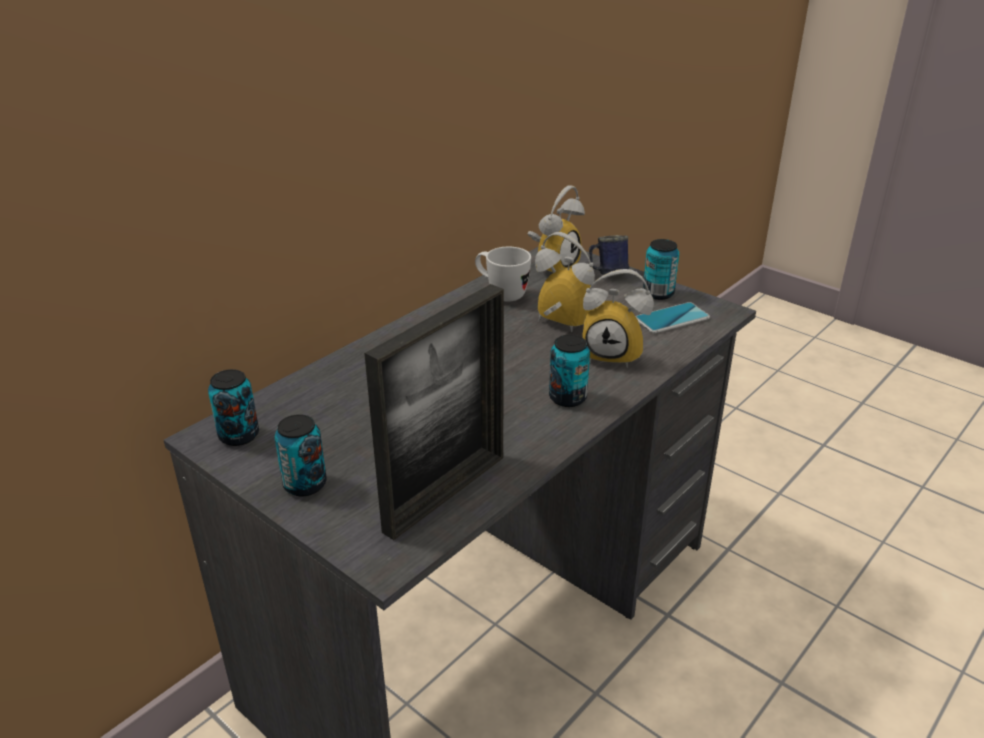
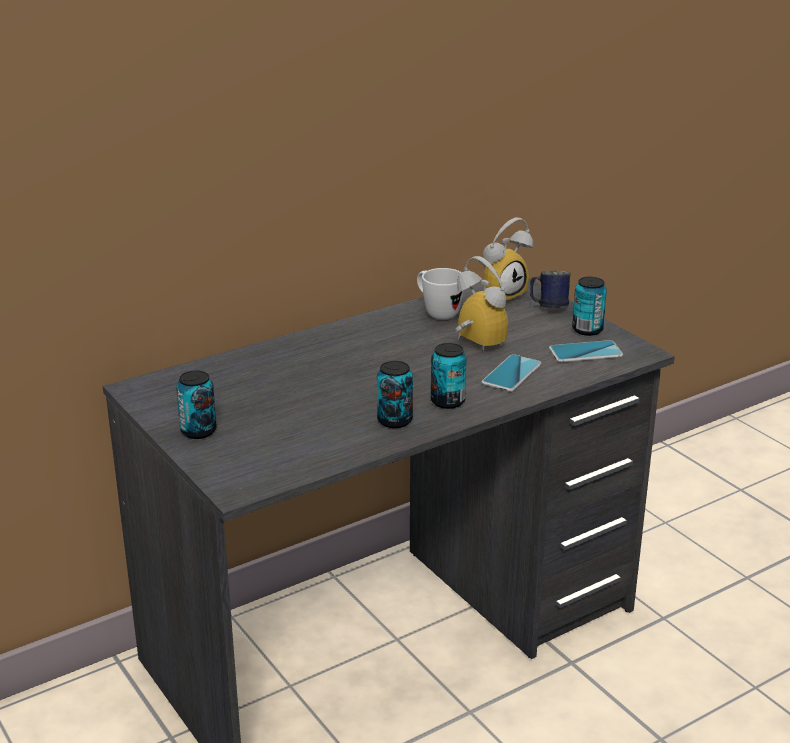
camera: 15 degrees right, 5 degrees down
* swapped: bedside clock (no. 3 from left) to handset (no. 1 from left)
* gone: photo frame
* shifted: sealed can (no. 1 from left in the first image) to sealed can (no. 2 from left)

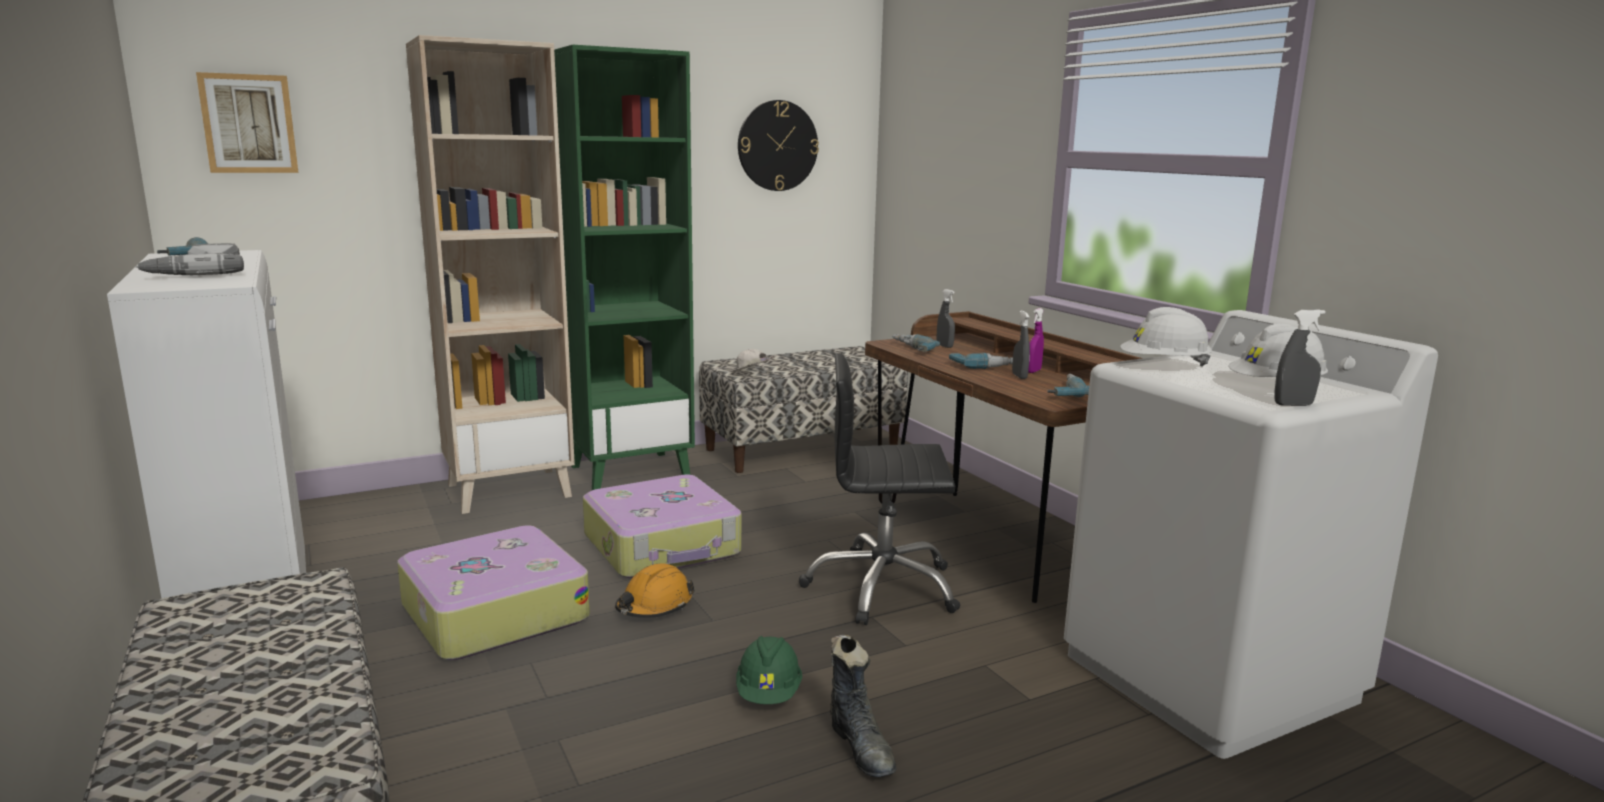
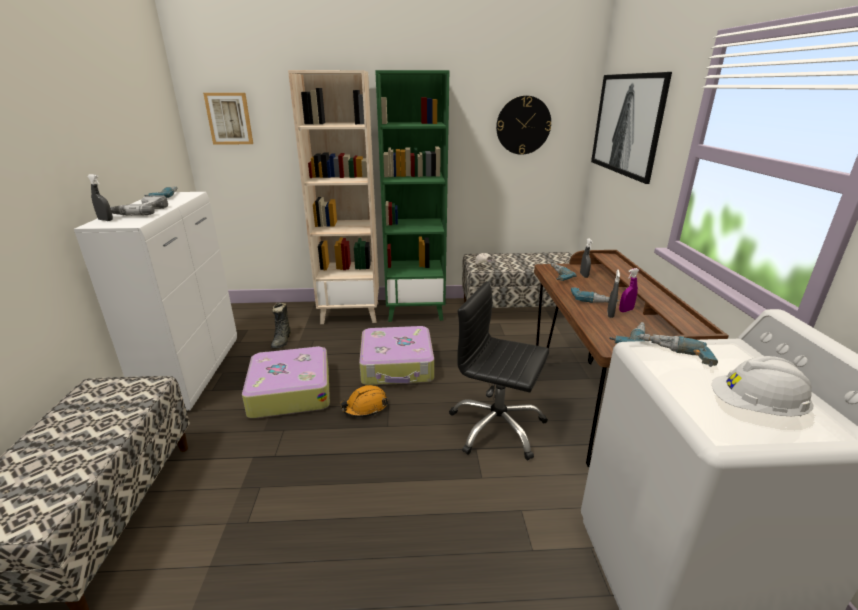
camera: 25 degrees right, 10 degrees up
* swapped: whitish safety helmet (no. 1 from left) to electric drill (no. 6 from left)
* shifted: gray sprayer (no. 3 from left in the first image) to gray sprayer (no. 1 from left)
* shifted: black high-top boot
* gone: green safety helmet
* new: wall art (no. 2 from left)

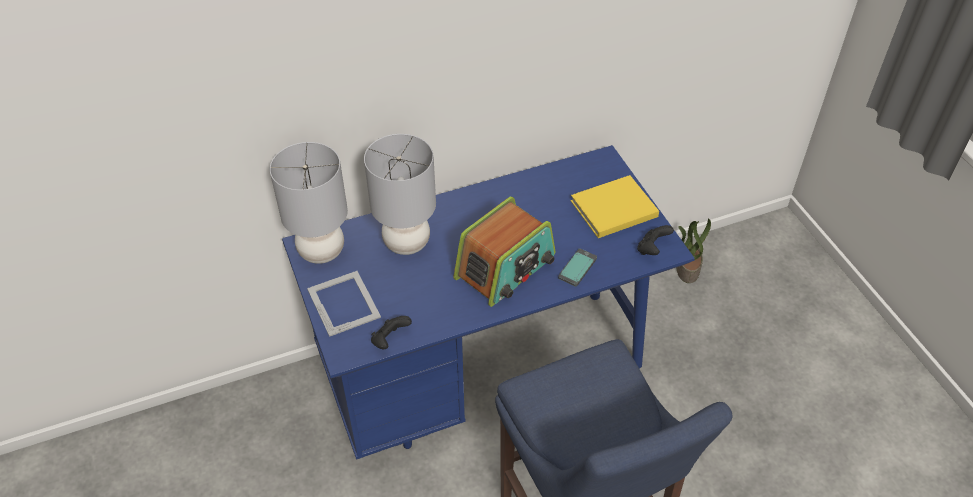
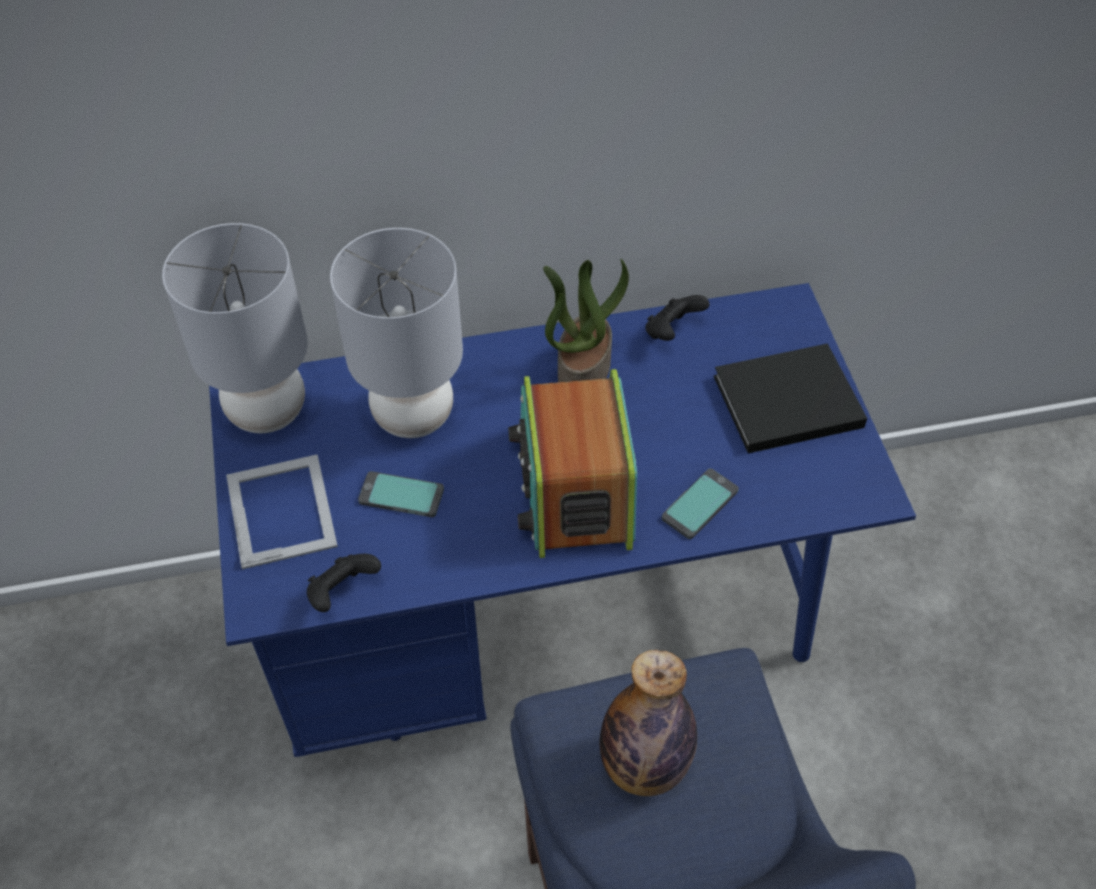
camera: 10 degrees right, 5 degrees up
* repainted: yellowish volume to black volume
* rotated: radio set 120 degrees clockwise
* shifted: plant in a pot
* shifted: black game controller (no. 2 from left)
* new: handset (no. 1 from left)
* new: beverage bottle

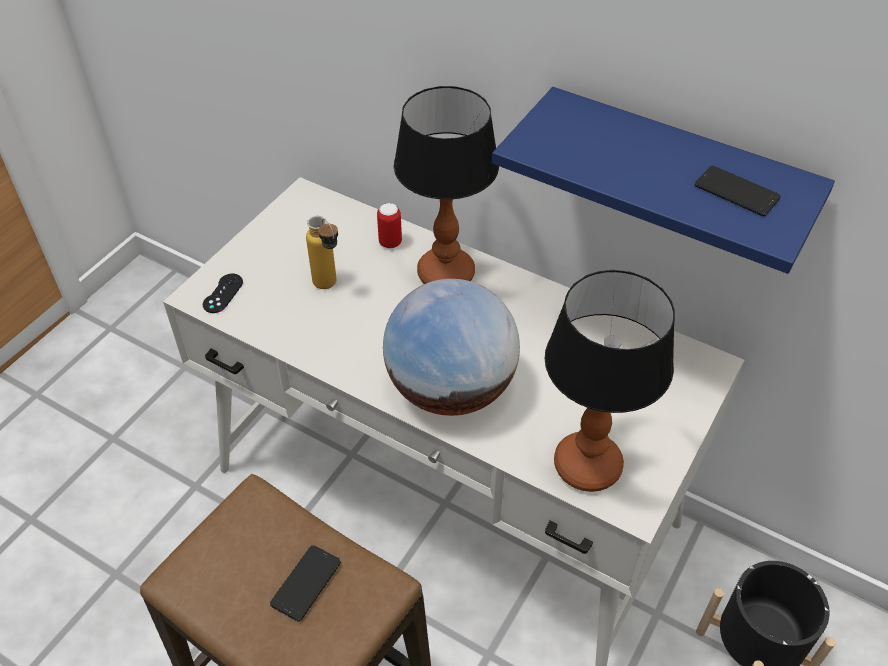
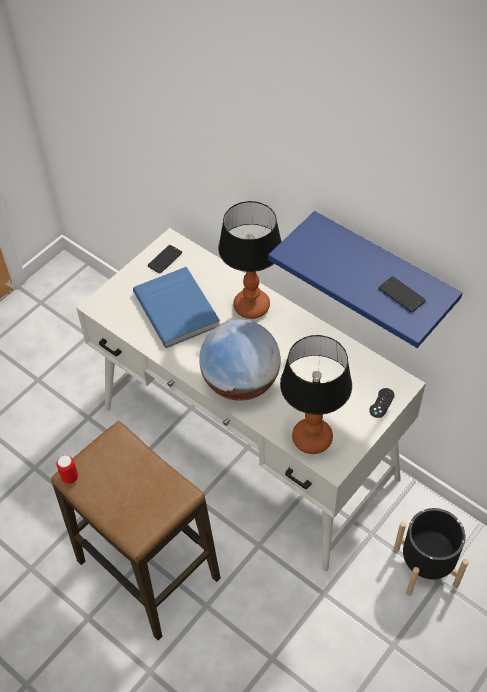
camera: 10 degrees right, 5 degrees up
* shifted: sealed can
* swapped: beverage bottle to blue-coloured volume
* shifted: black game controller
* shifted: handset (no. 1 from left)

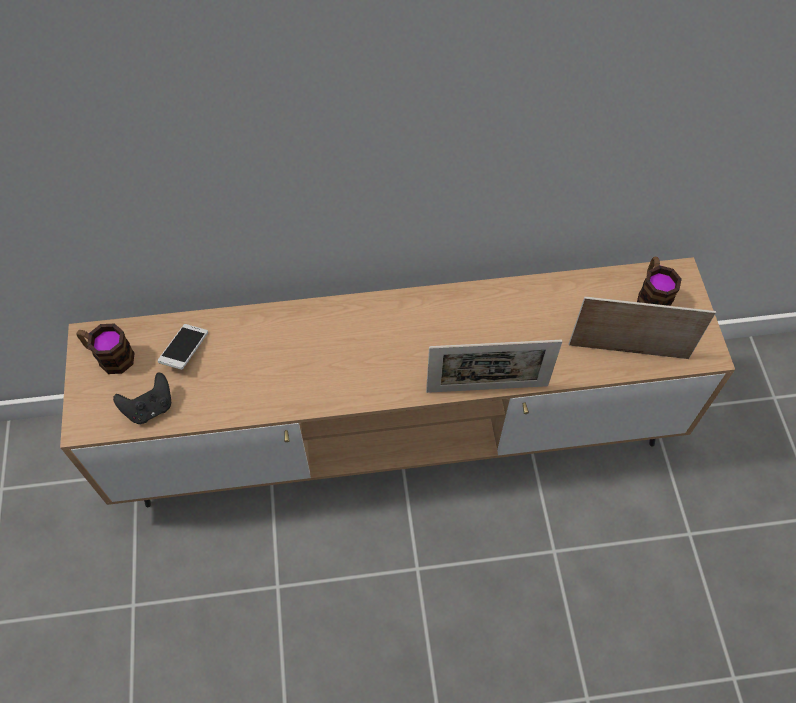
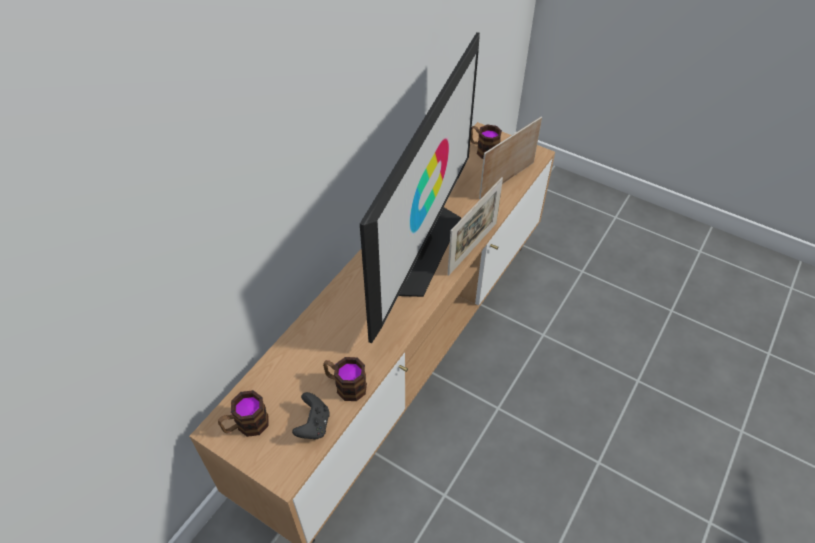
camera: 50 degrees left, 10 degrees down
* gone: handset
* new: TV
* new: coffee mug (no. 2 from left)

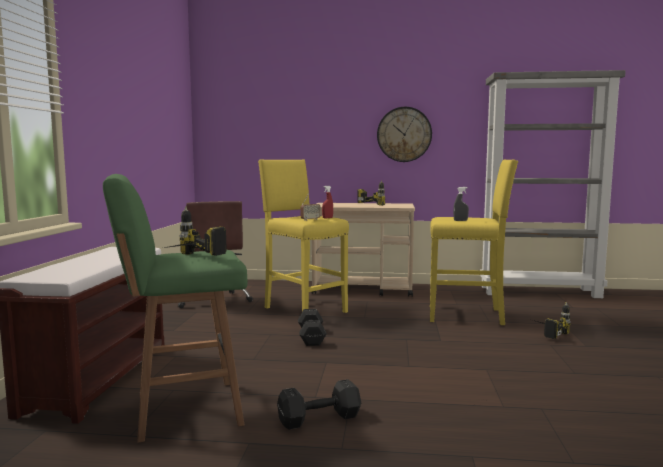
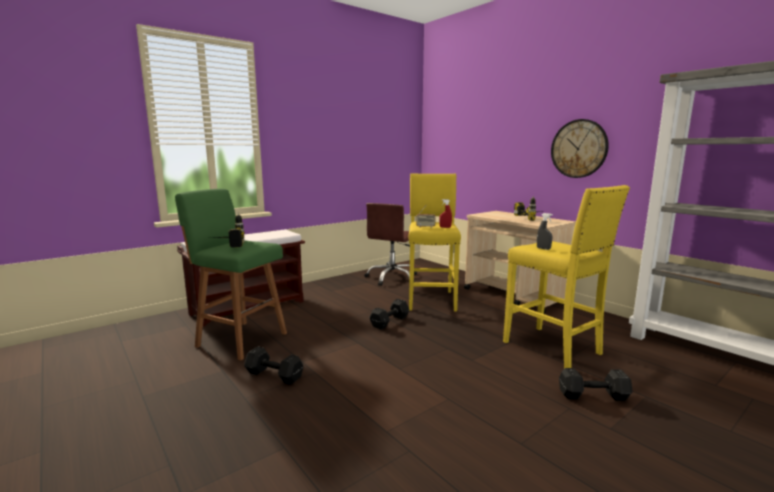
camera: 45 degrees right, 5 degrees up
* swapped: electric drill (no. 3 from left) to black dumbbell (no. 3 from left)

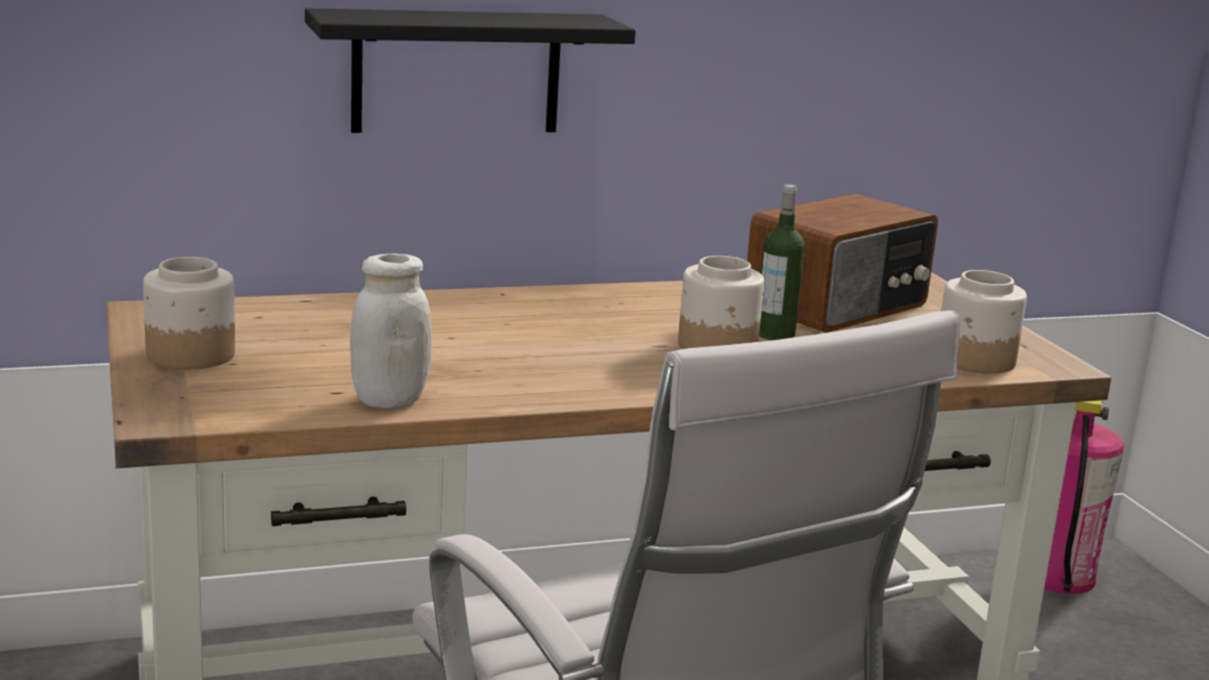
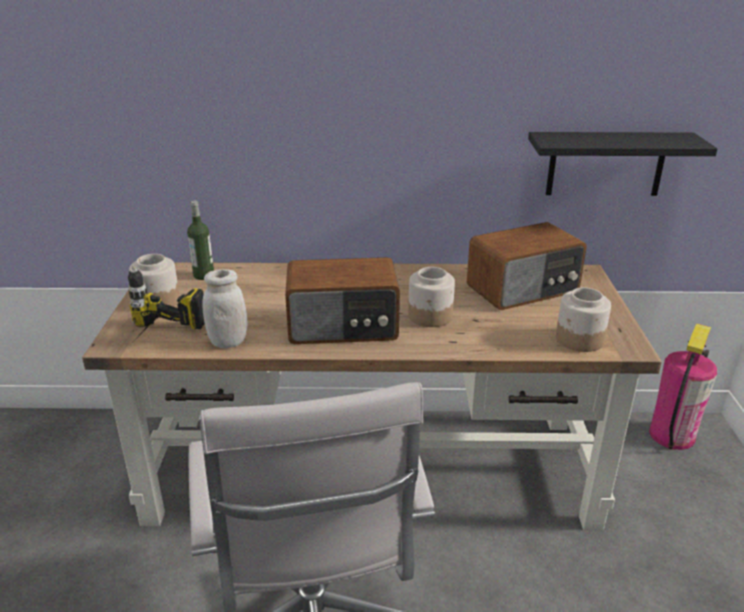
camera: 20 degrees right, 10 degrees up
* shifted: black shelf
* shifted: beverage bottle
* new: radio set (no. 1 from left)
* new: electric drill

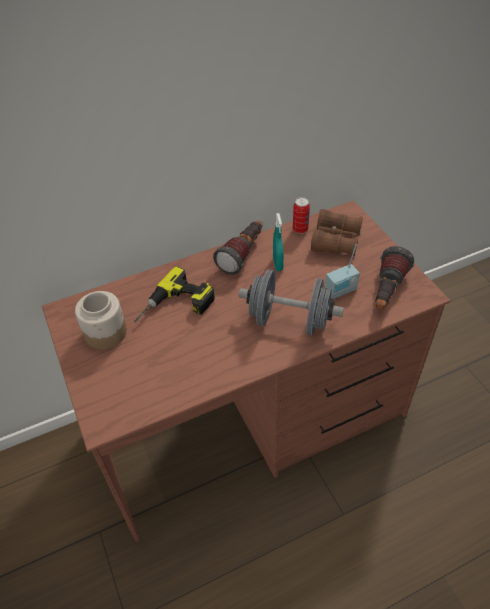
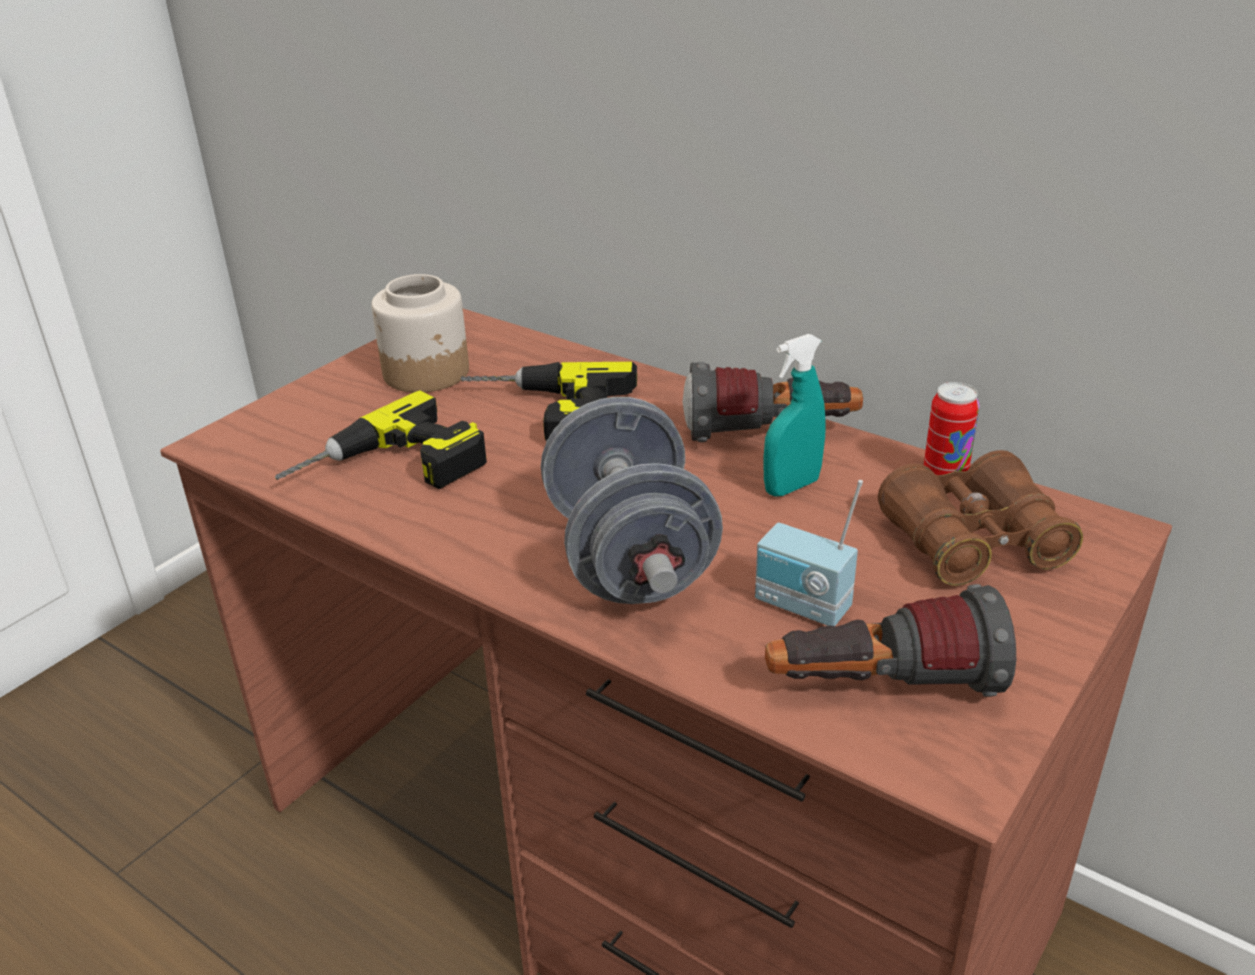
camera: 60 degrees right, 15 degrees down
* new: electric drill (no. 1 from left)

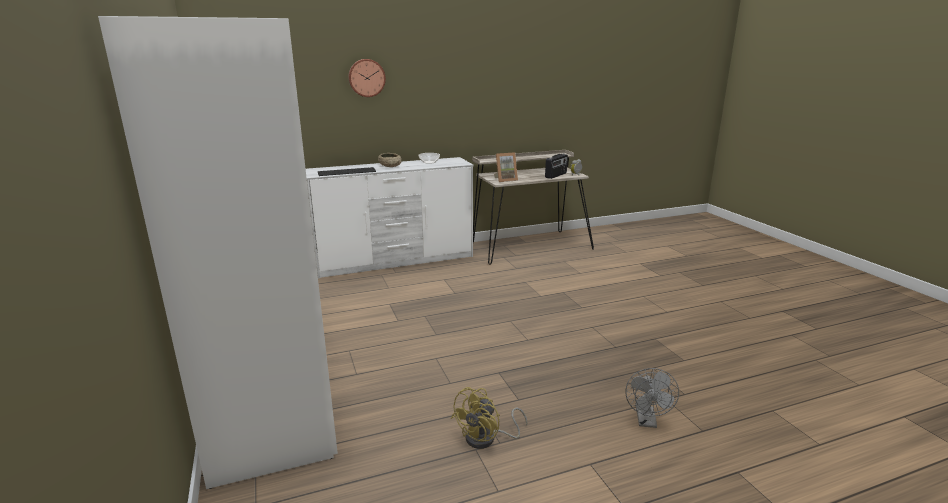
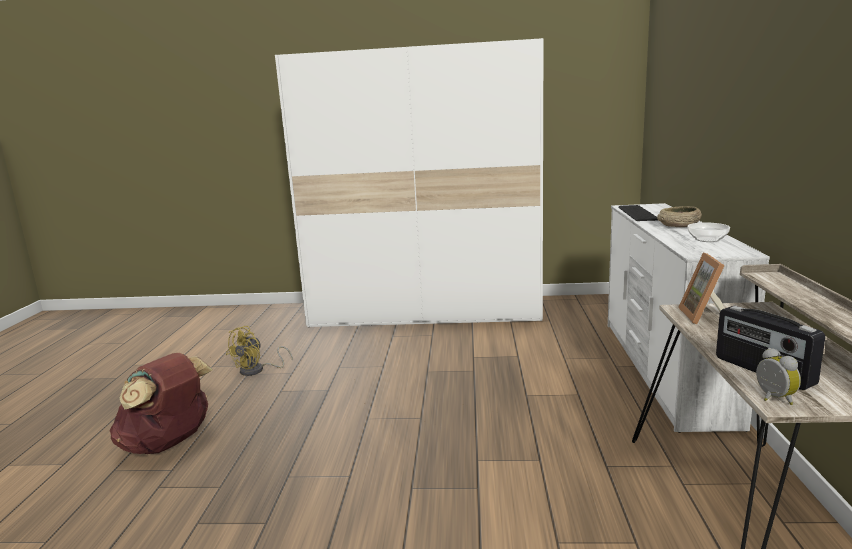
camera: 115 degrees right, 5 degrees down
* gone: wall clock
* swapped: gray cooling fan to brown rucksack
* rotated: yellowish cooling fan 120 degrees counterclockwise

